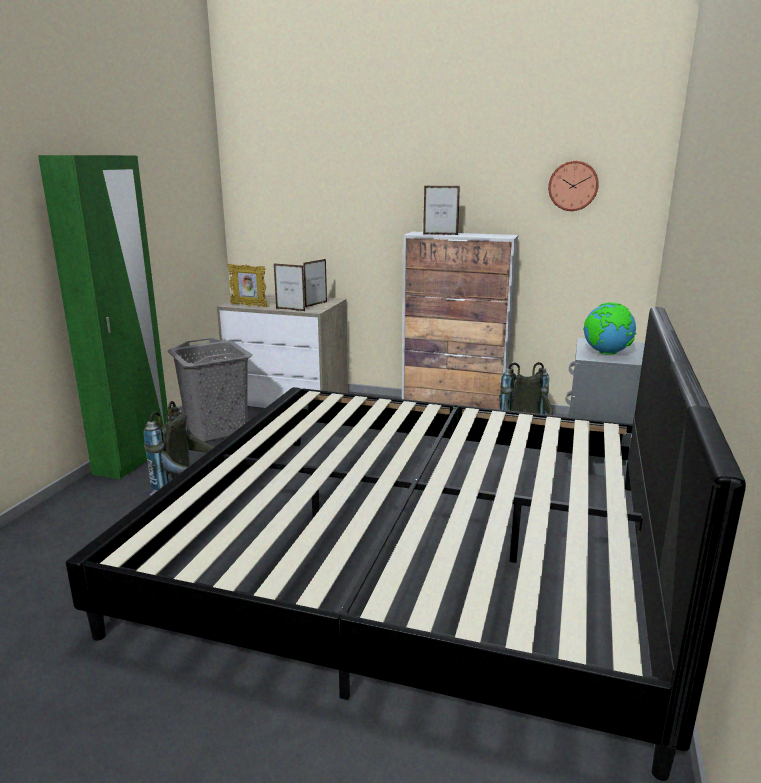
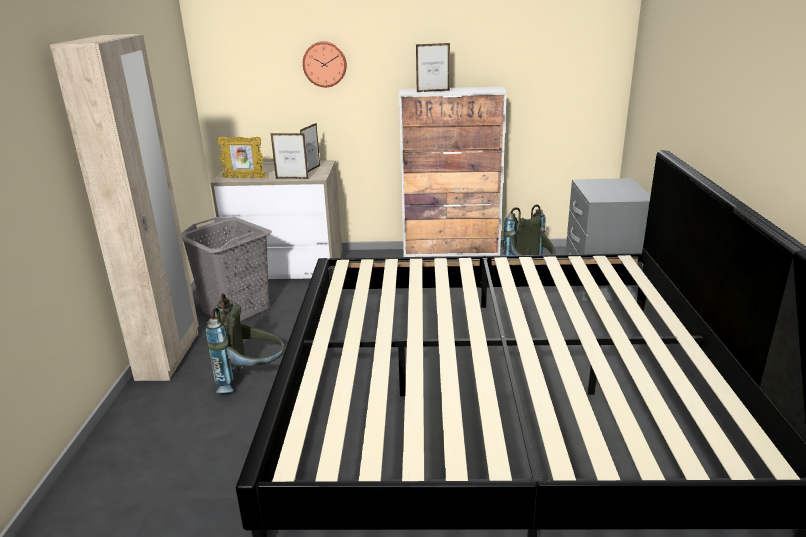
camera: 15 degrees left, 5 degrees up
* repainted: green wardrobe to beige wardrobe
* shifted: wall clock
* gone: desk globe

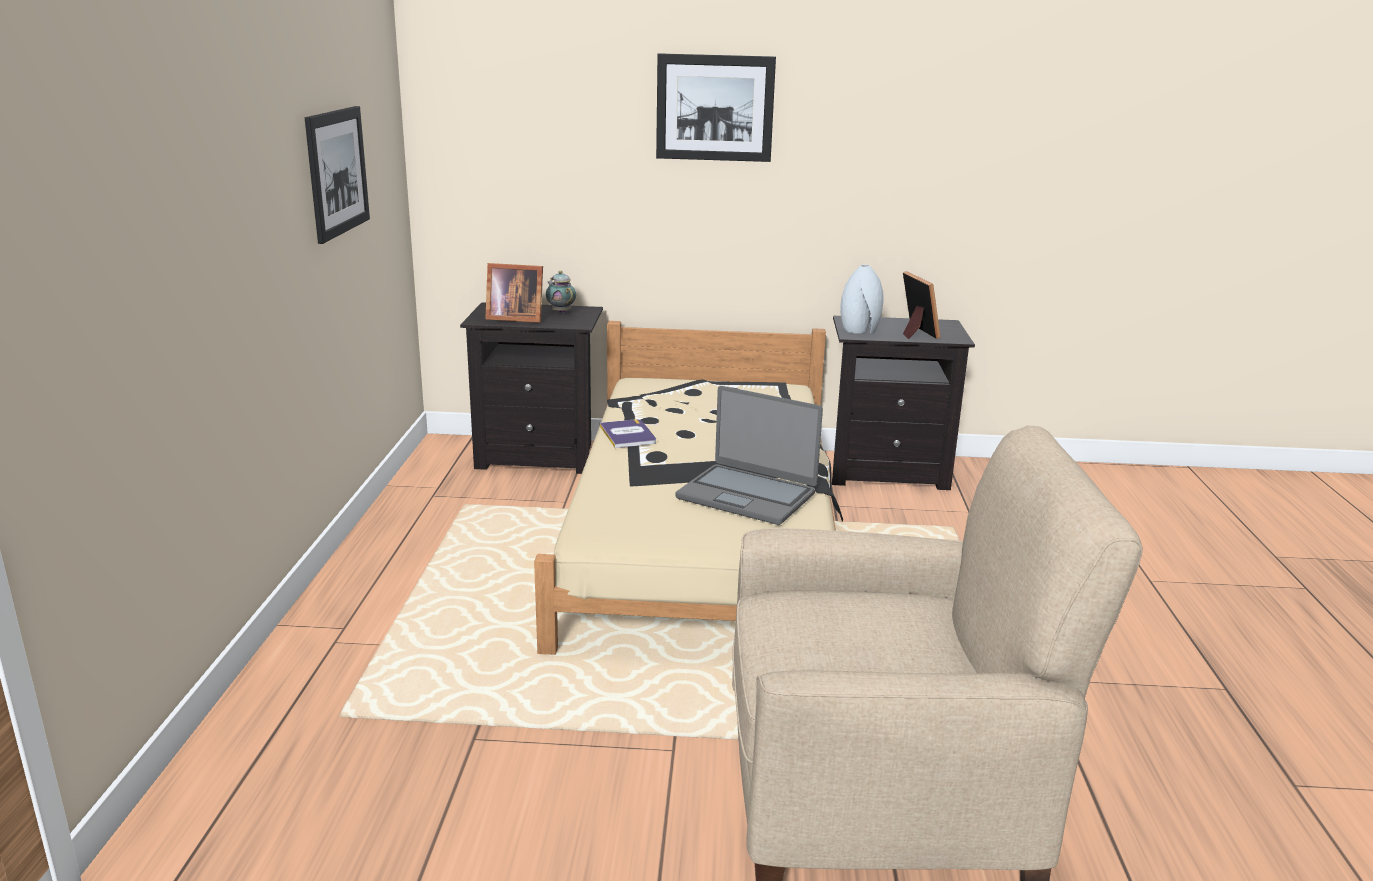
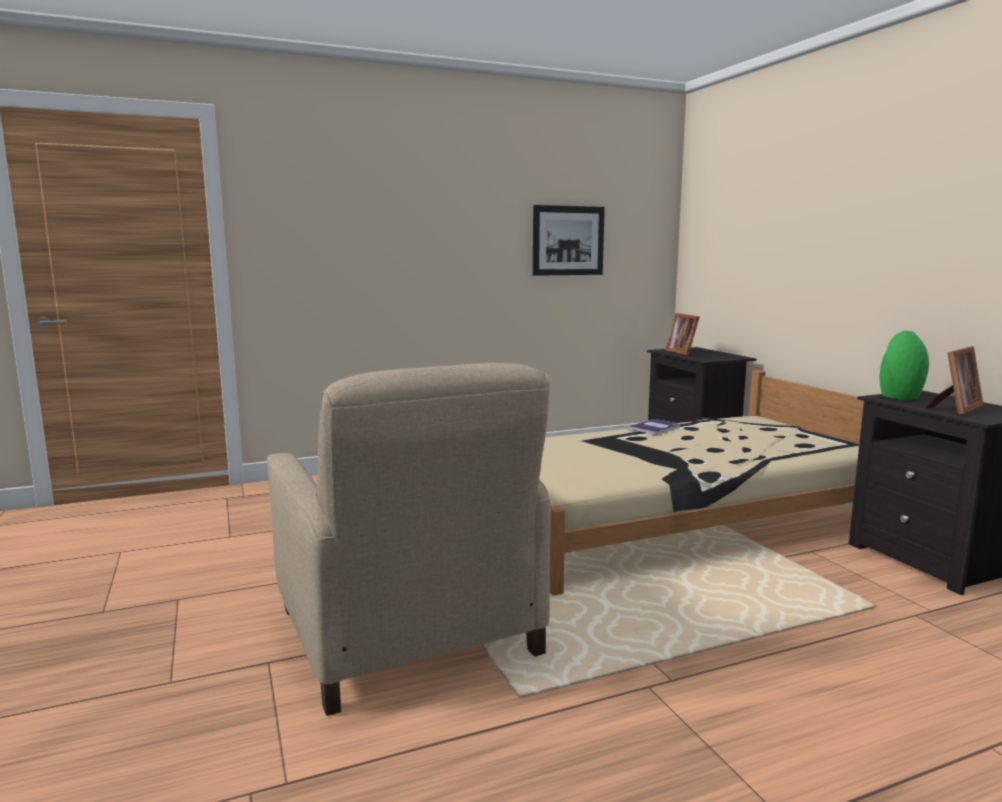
camera: 65 degrees right, 10 degrees down
* gone: wall art (no. 2 from left)
* repainted: gray decorative vase to green decorative vase
* gone: pot for tea
* gone: notebook computer

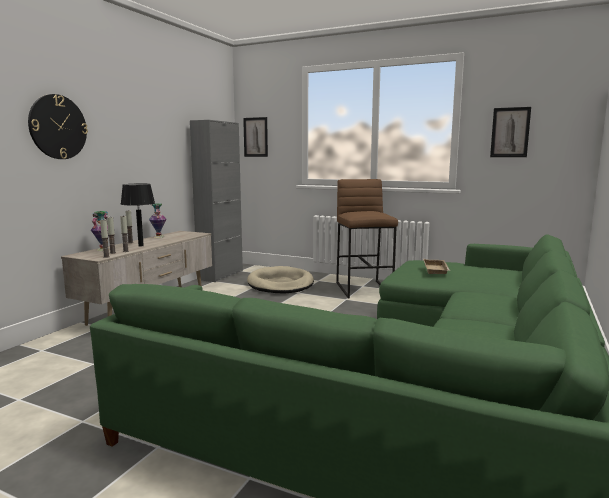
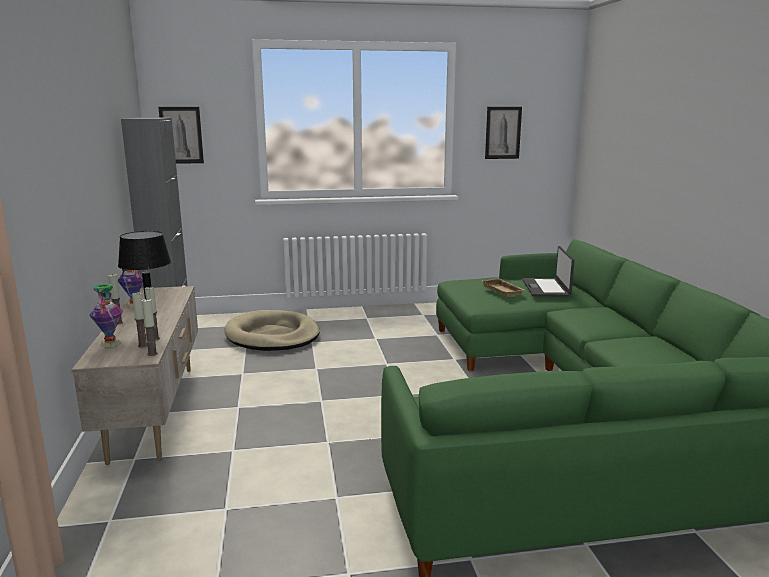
camera: 35 degrees left, 5 degrees up
* gone: wall clock
* gone: brown stool
* new: notebook computer

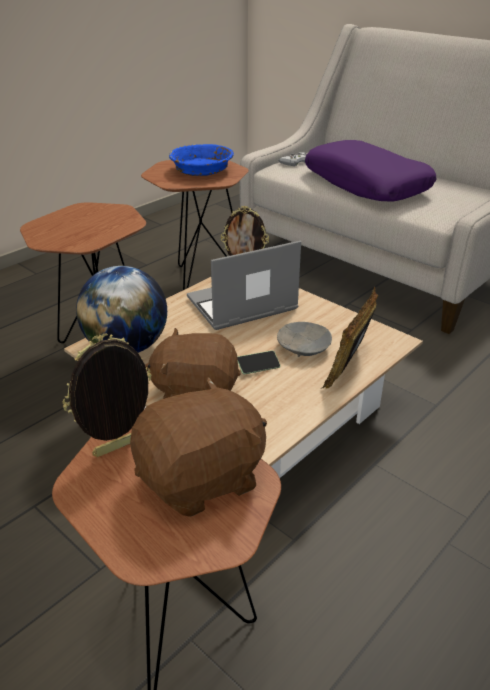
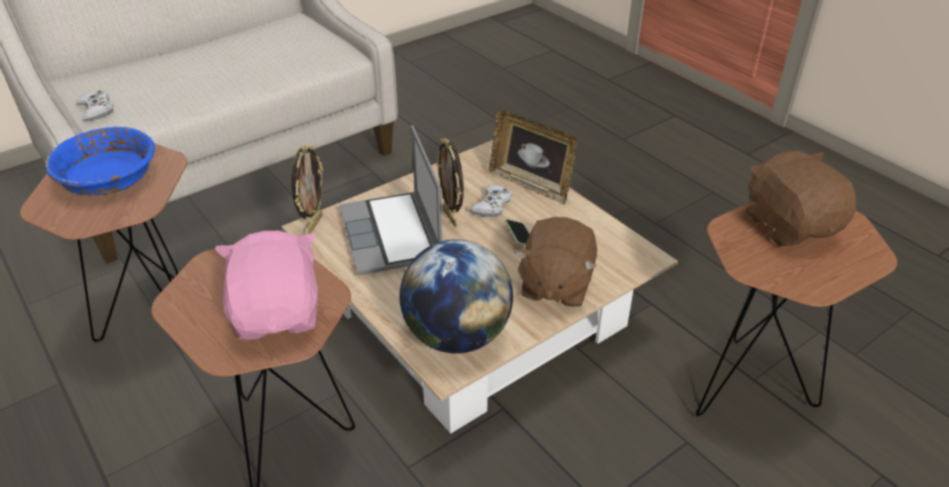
camera: 80 degrees left, 5 degrees up
* gone: purple throw pillow
* swapped: gray bowl to whitish game controller (no. 2 from left)
* shifted: photo frame (no. 1 from left in the first image) to photo frame (no. 2 from left)
* new: pink plush toy

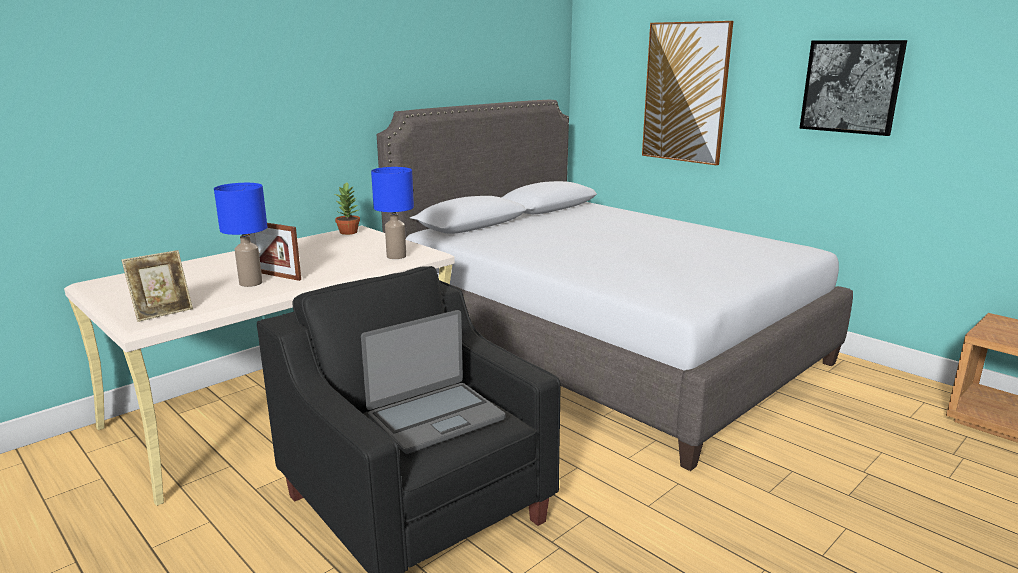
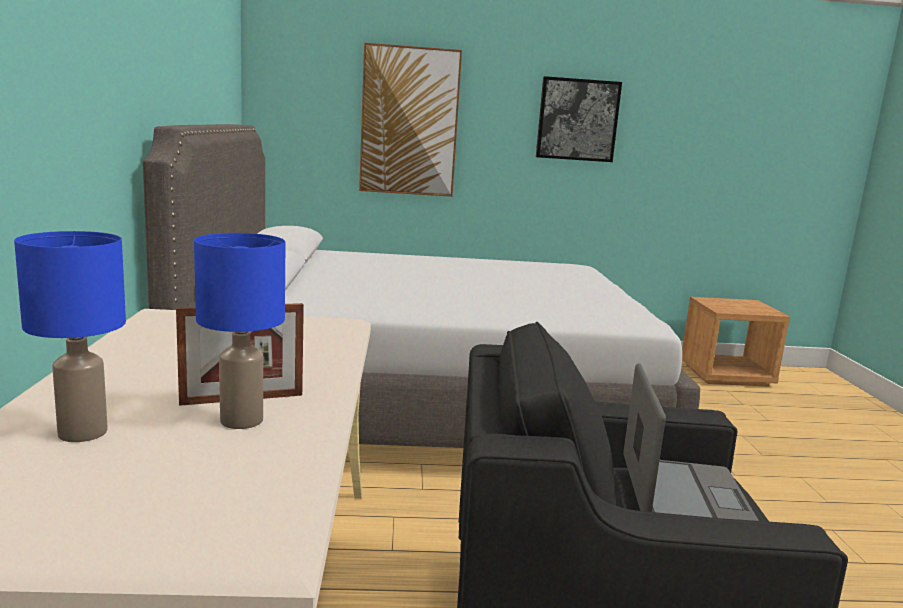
camera: 50 degrees left, 5 degrees down
* shifted: blue-coloured tabletop lamp (no. 2 from left in the first image) to blue-coloured tabletop lamp (no. 1 from left)
* gone: plant in a pot
* gone: photo frame (no. 1 from left)

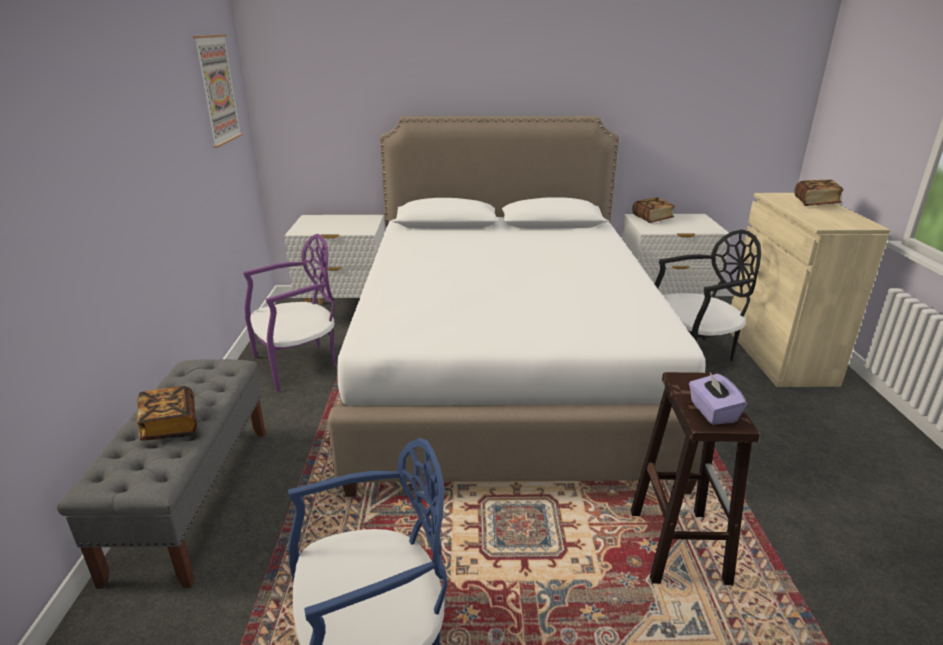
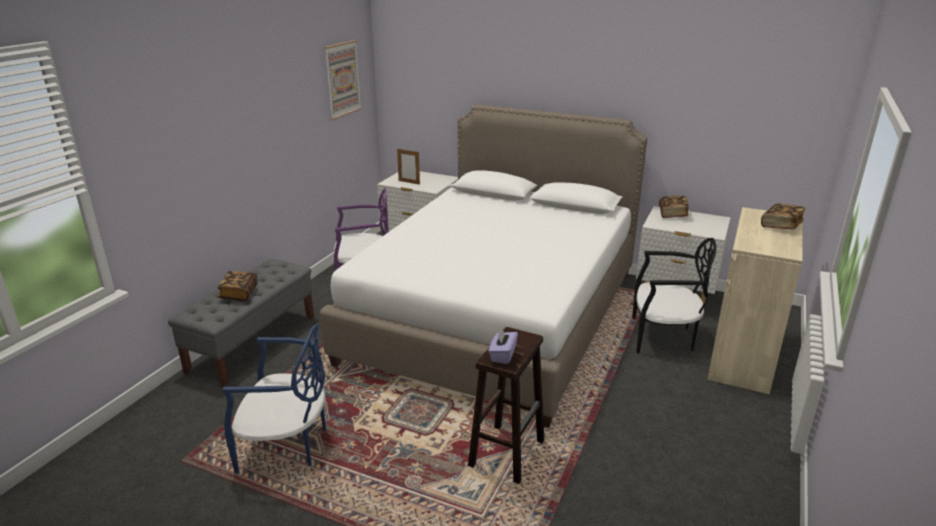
camera: 25 degrees right, 0 degrees up
* new: photo frame

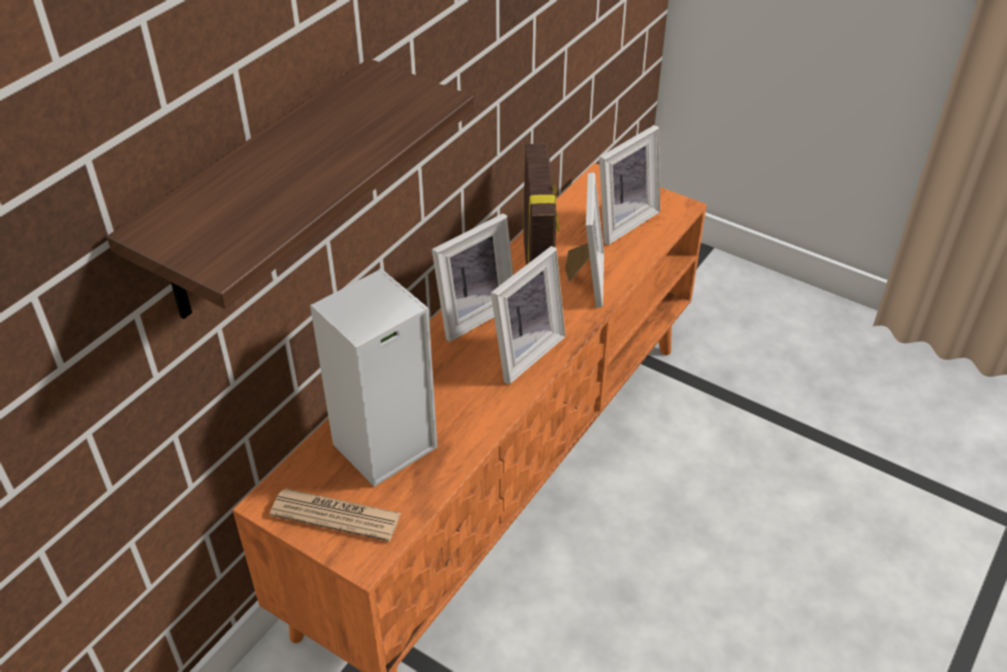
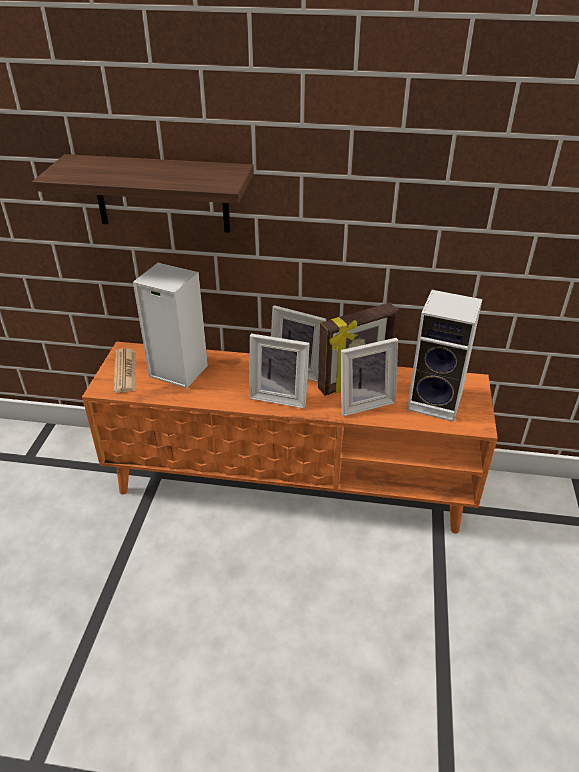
camera: 65 degrees right, 5 degrees down
* swapped: photo frame (no. 5 from left) to audio speaker (no. 2 from left)

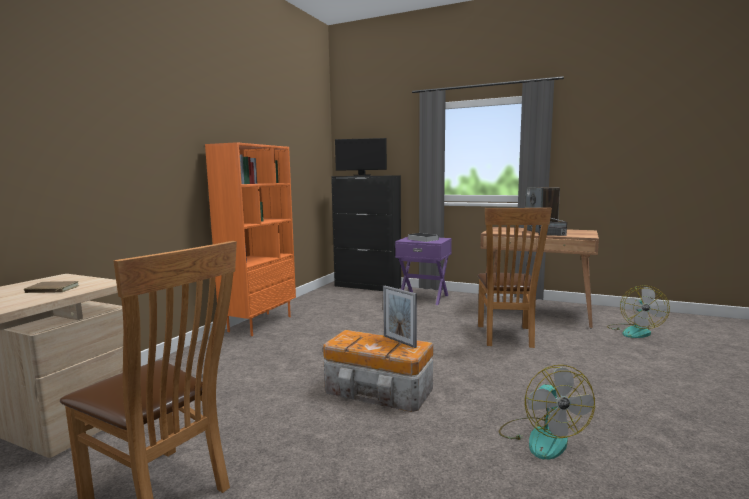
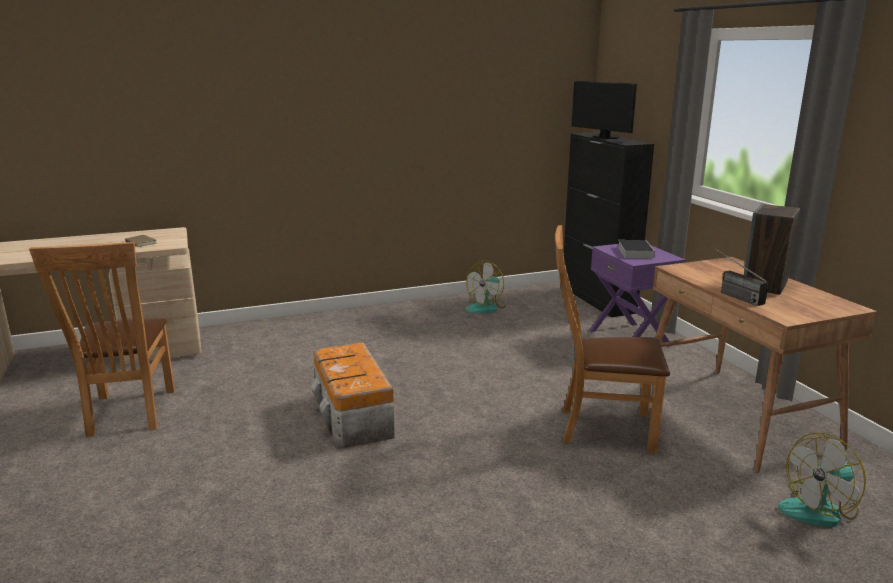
camera: 45 degrees right, 10 degrees up
* gone: orange bookcase
* rotated: brown upright chair (no. 2 from left) 45 degrees clockwise
* gone: photo frame
* shifted: cooling fan (no. 1 from left)

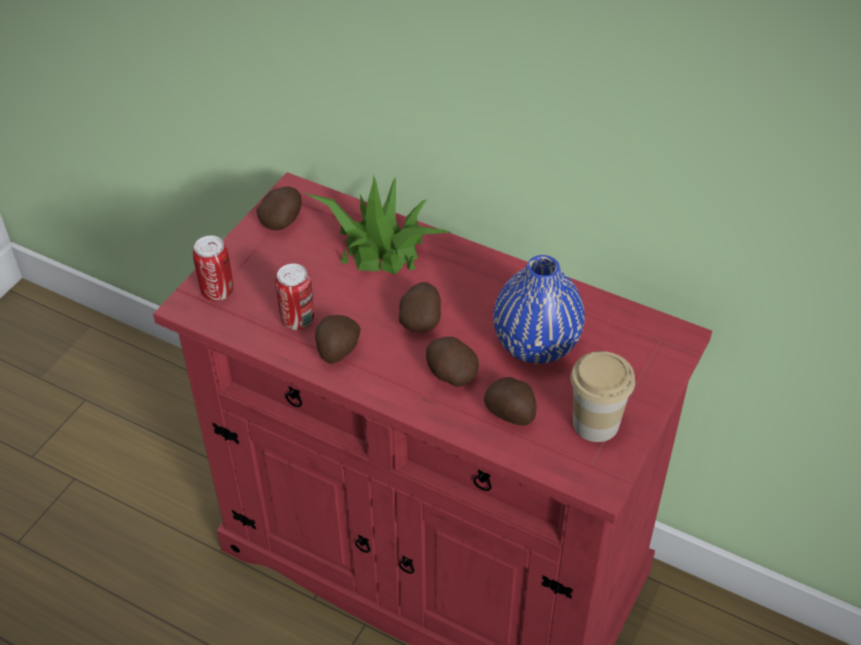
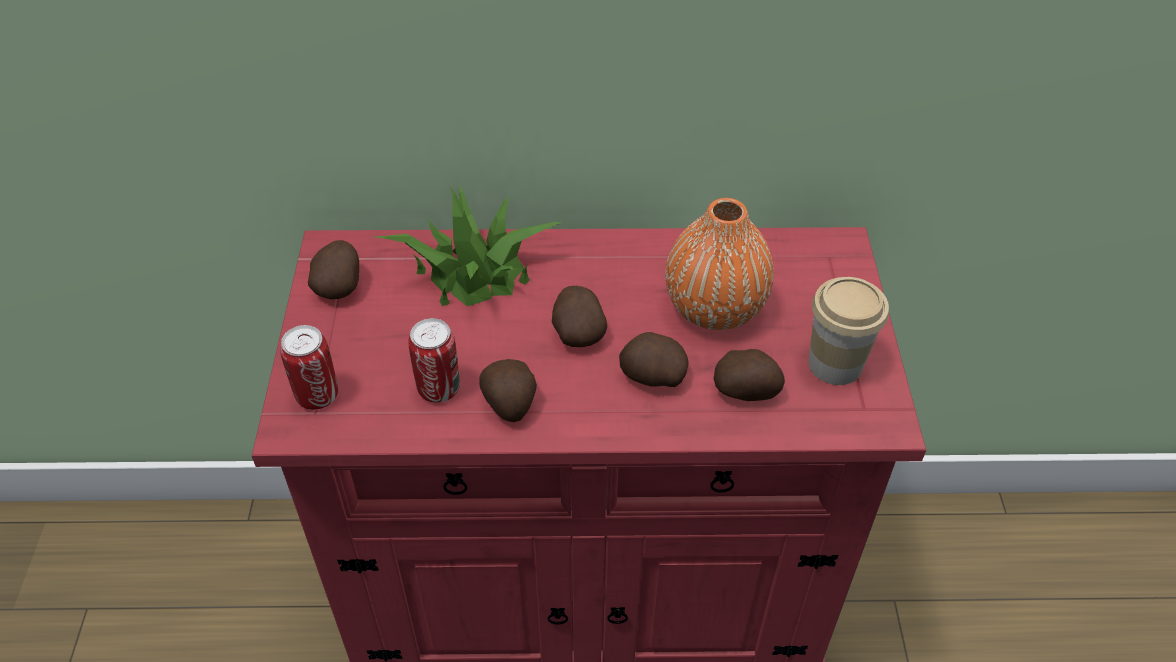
camera: 30 degrees left, 0 degrees up
* repainted: blue-coloured decorative vase to orange decorative vase

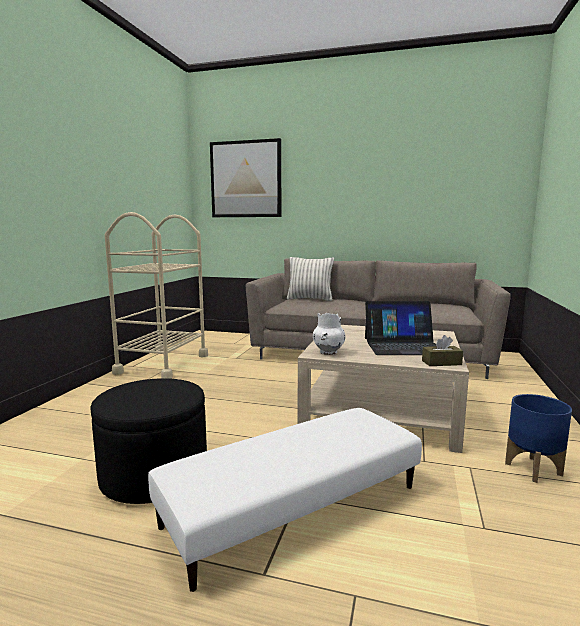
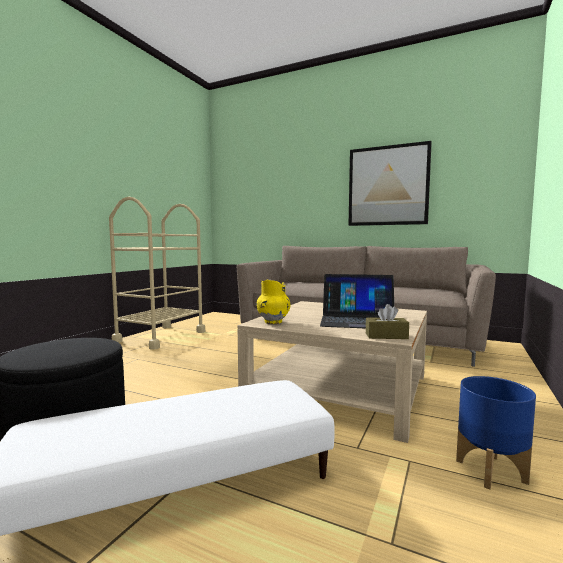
camera: 10 degrees right, 5 degrees down
* shifted: wall art
* gone: throw pillow
* repainted: whitish decorative vase to yellowish decorative vase

